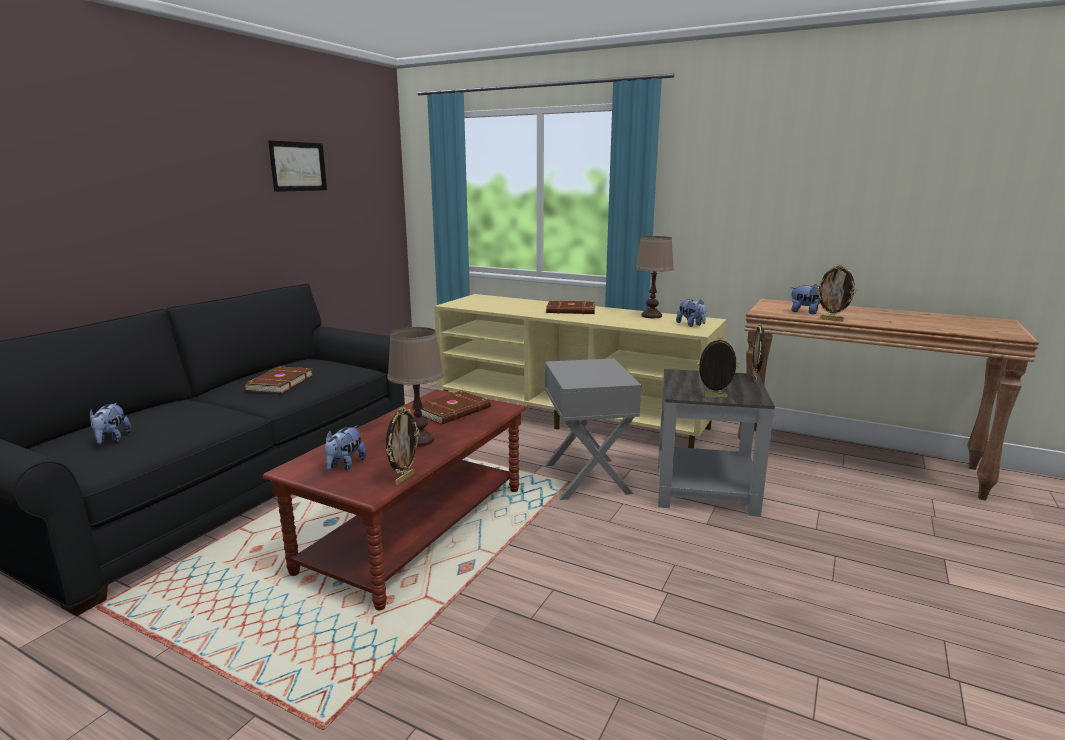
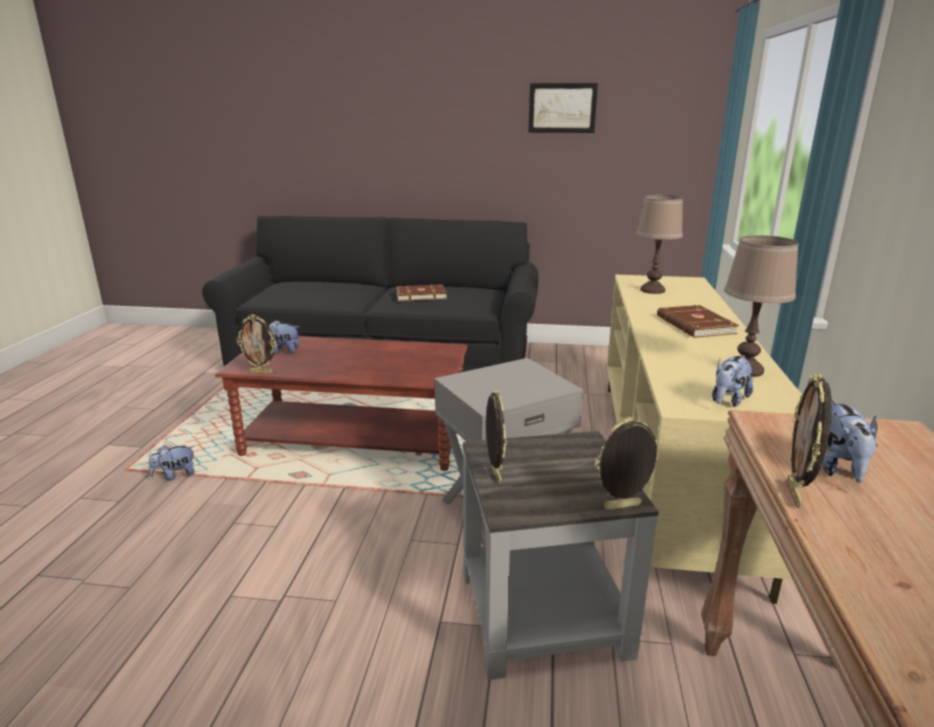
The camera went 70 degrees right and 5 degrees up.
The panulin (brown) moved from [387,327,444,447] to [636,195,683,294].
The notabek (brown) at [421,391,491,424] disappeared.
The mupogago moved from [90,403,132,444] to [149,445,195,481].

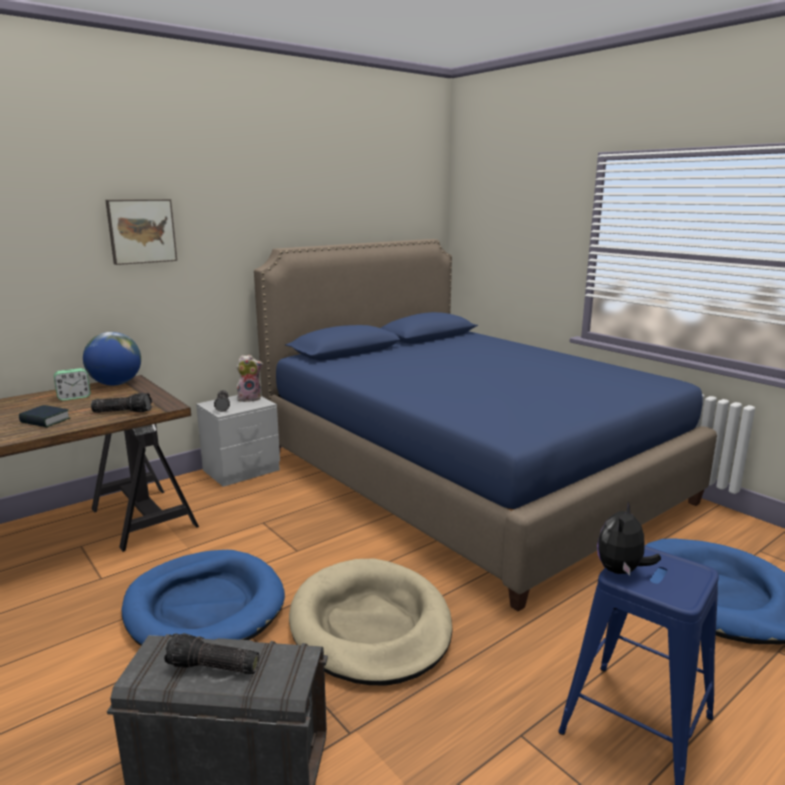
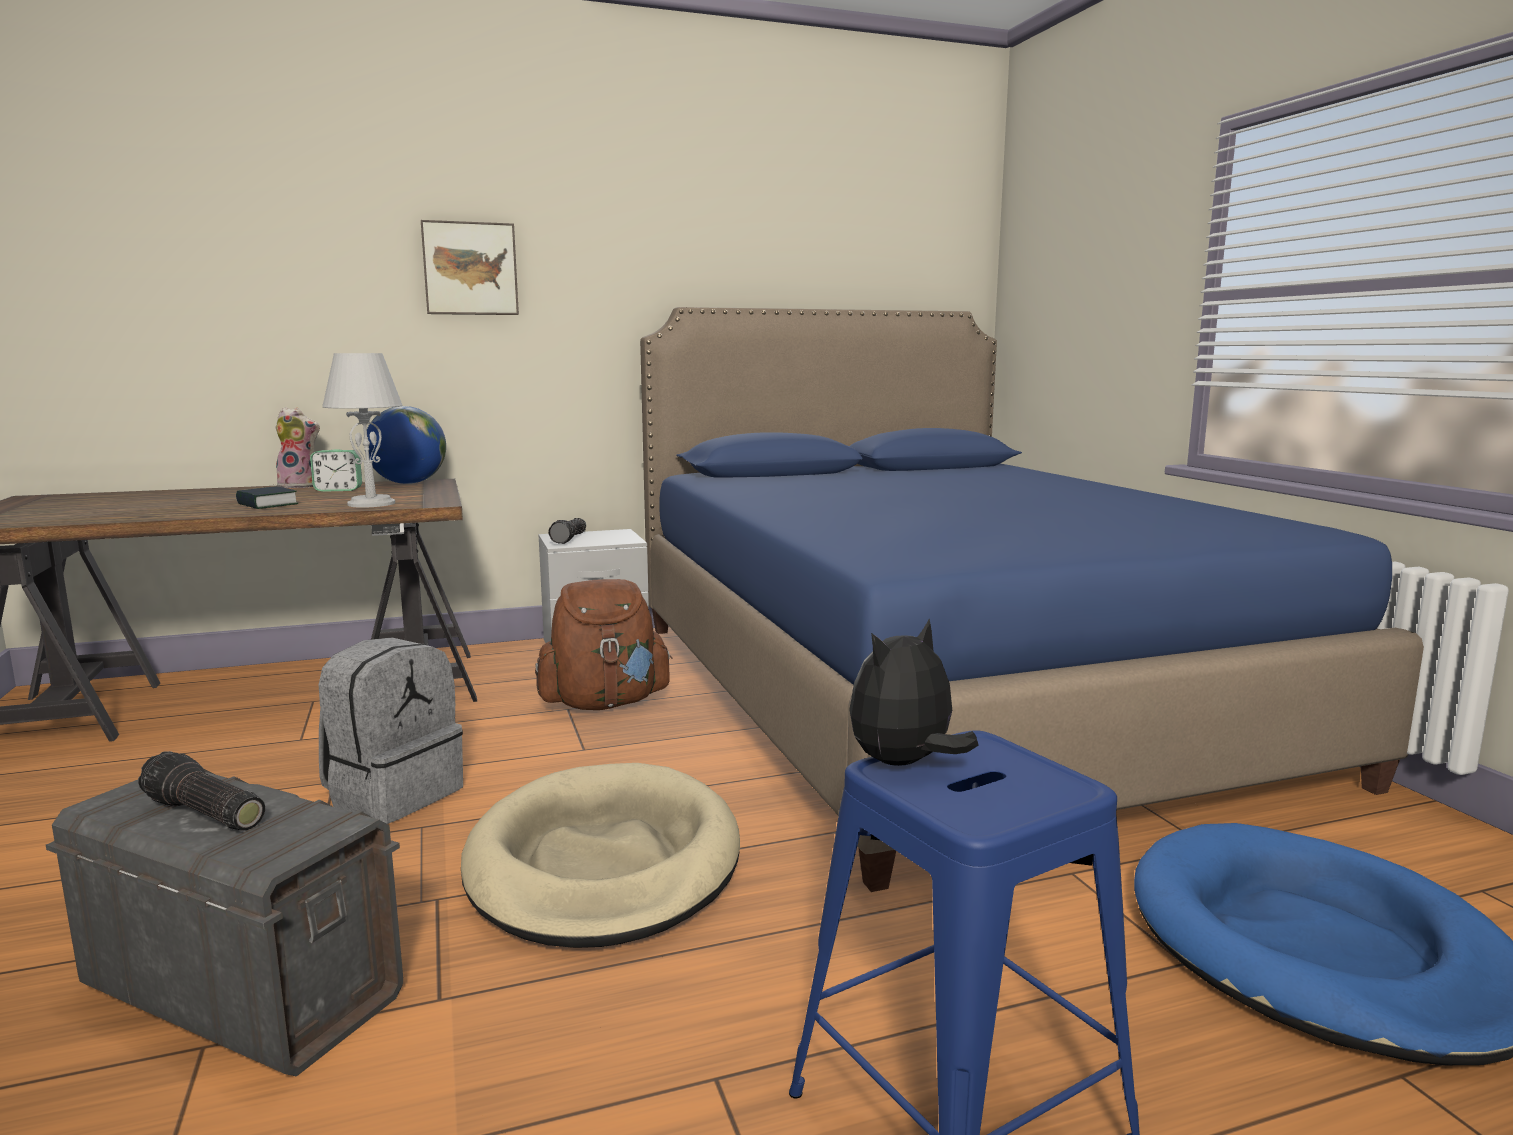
The camera went 20 degrees right and 5 degrees down.
The mupogago moved from [236,355,263,402] to [273,407,320,488].
The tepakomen at [91,393,152,413] was replaced by the panulin (grey) at [322,353,402,508].
The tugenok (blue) at [122,550,285,646] was replaced by the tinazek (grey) at [319,638,463,824].
The tinazek (brown) at [535,579,673,710] appeared.

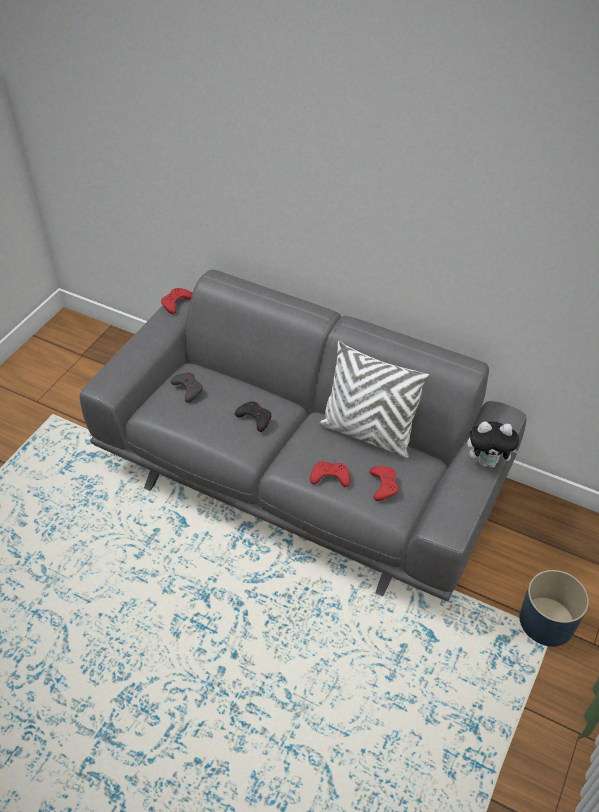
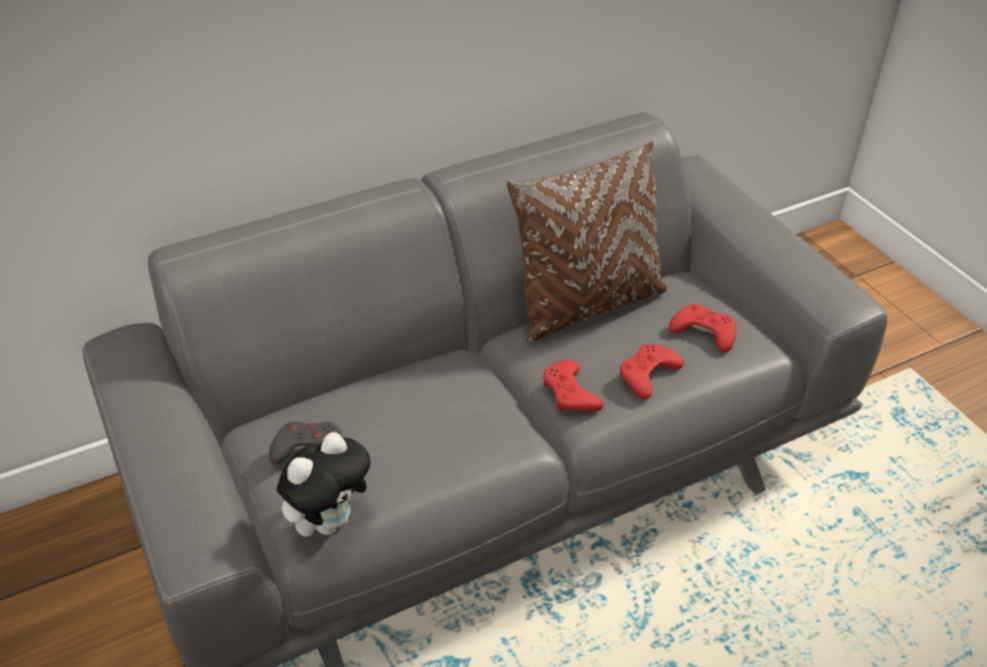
The camera went 55 degrees left and 5 degrees down.
The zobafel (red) moved from [161,288,192,314] to [543,360,603,412].
The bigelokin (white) at [319,341,430,458] became the bigelokin (brown) at [507,142,667,342].
The zobafel (black) at [235,401,271,432] disappeared.
The mupogago moved from [467,421,522,468] to [276,432,371,537].
The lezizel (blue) at [519,570,589,647] disappeared.

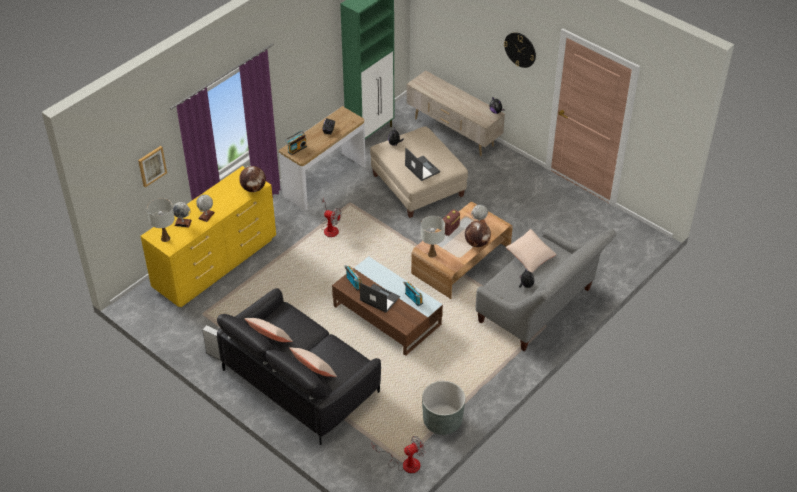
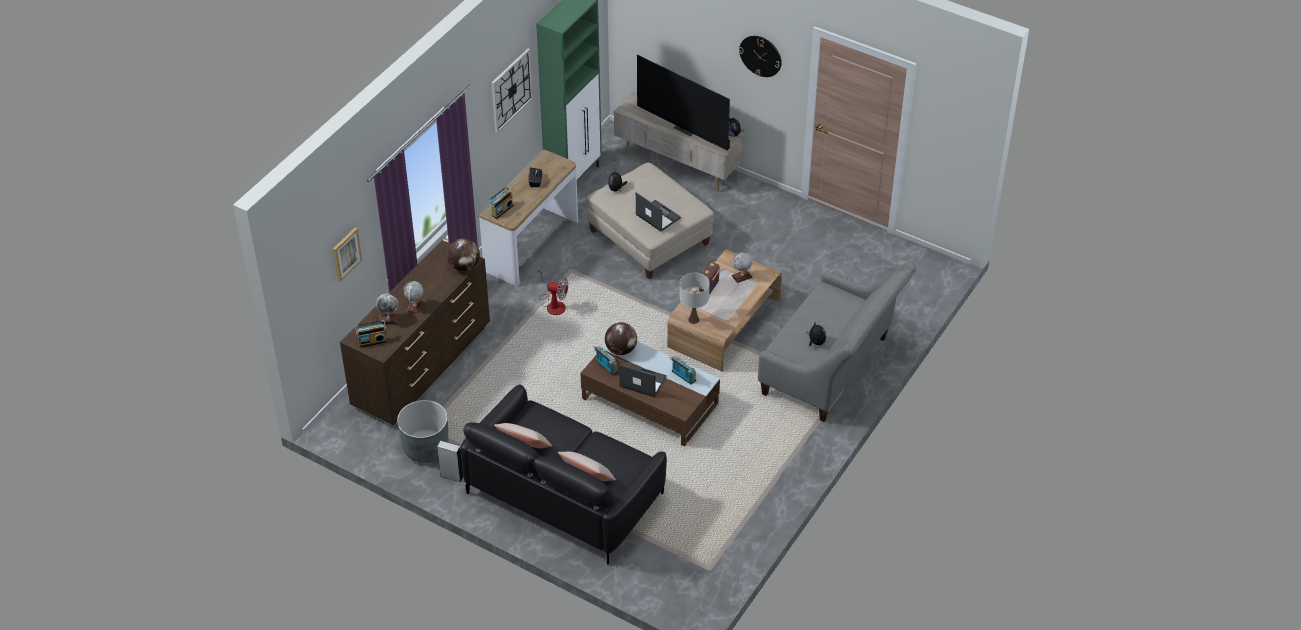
The camera went 10 degrees left and 0 degrees up.
The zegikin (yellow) at [141,166,276,307] became the zegikin (brown) at [340,240,490,425].
The panulin (white) at [147,198,175,242] was replaced by the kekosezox at [355,320,387,347].
The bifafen moved from [465,221,491,247] to [605,322,637,355].
The bigelokin (beige) at [506,229,557,273] disappeared.
The lezizel (grey) moved from [422,381,465,435] to [397,400,449,463].
The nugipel at [372,436,425,473] disappeared.
The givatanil at [491,48,533,133] appeared.
The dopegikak at [637,55,730,151] appeared.

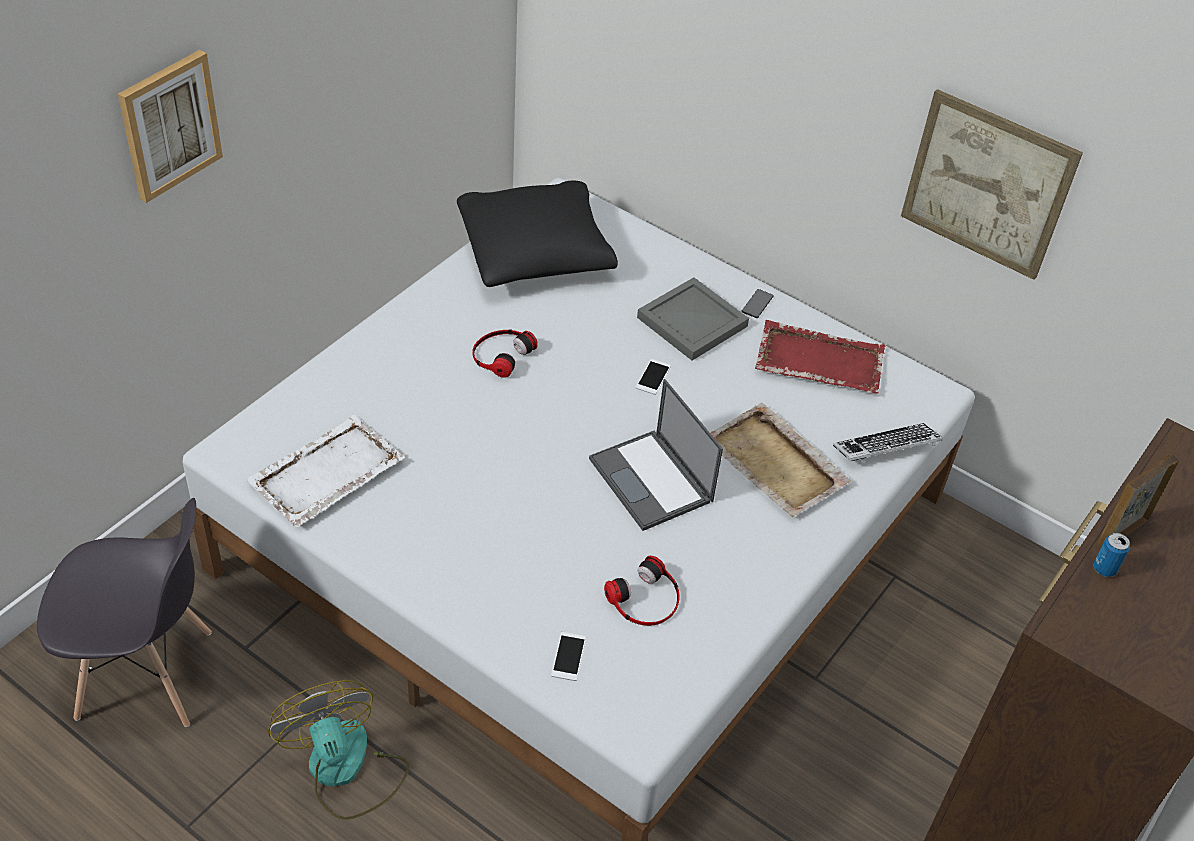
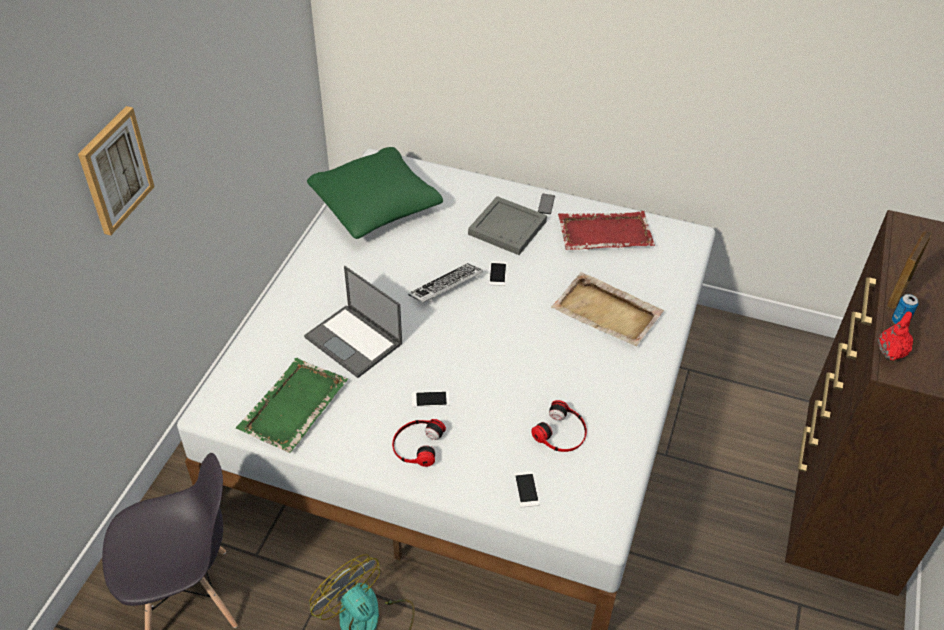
The camera went 15 degrees left and 0 degrees up.
The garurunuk at [901,89,1083,280] disappeared.
The bigelokin (black) at [457,181,618,287] became the bigelokin (green) at [307,147,443,239].
The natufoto moved from [472,329,538,378] to [392,419,446,467].
The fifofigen moved from [589,379,723,531] to [304,266,402,378].
The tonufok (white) at [246,415,405,527] became the tonufok (green) at [236,358,348,453].
The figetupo moved from [833,423,943,463] to [408,263,483,303].
The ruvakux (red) at [878,311,913,360] appeared.
The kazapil at [412,391,450,407] appeared.

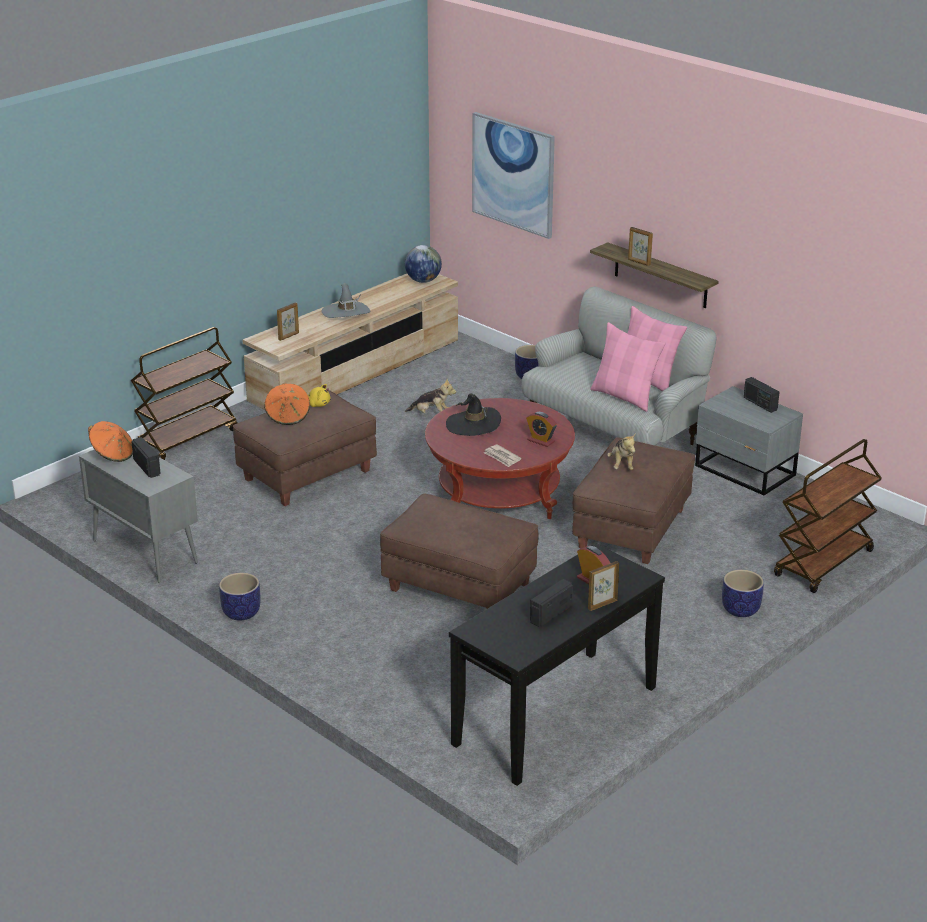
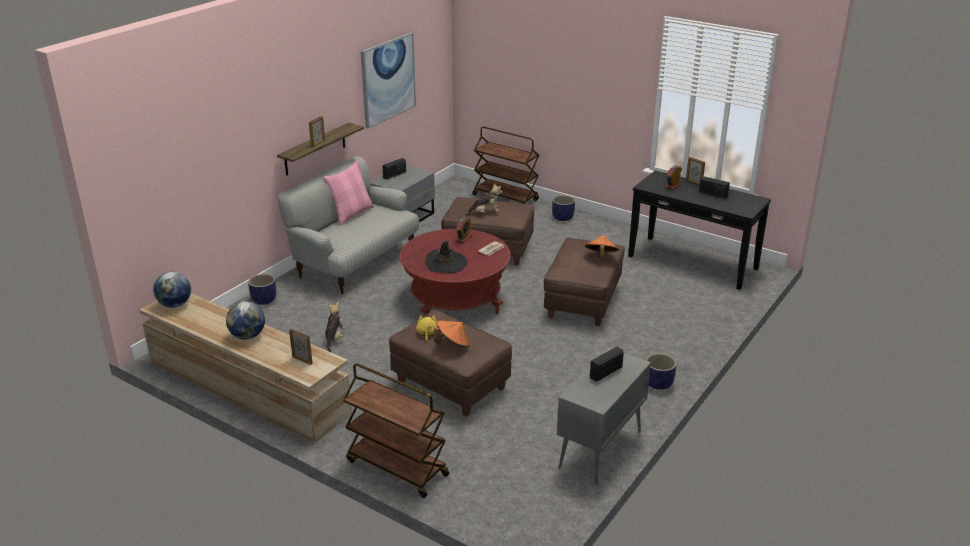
The camera went 100 degrees left and 0 degrees up.
The garurunuk moved from [472,112,555,239] to [361,33,416,128].
The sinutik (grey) at [321,283,370,318] was replaced by the bifafen at [226,301,265,340].
The bigelokin (pink) at [590,322,666,412] disappeared.
The sinutik (orange) moved from [88,421,133,462] to [585,235,619,260].

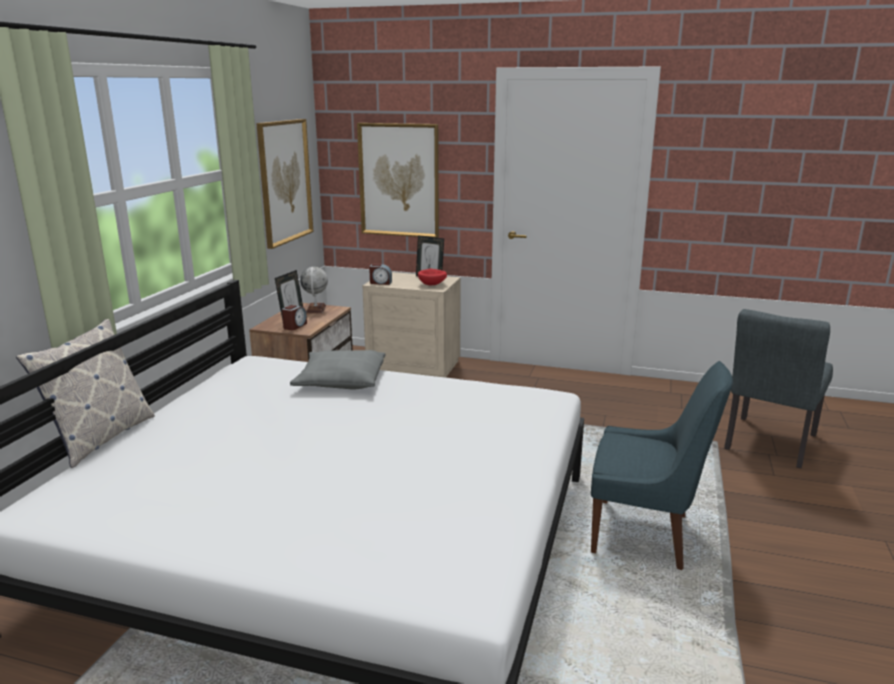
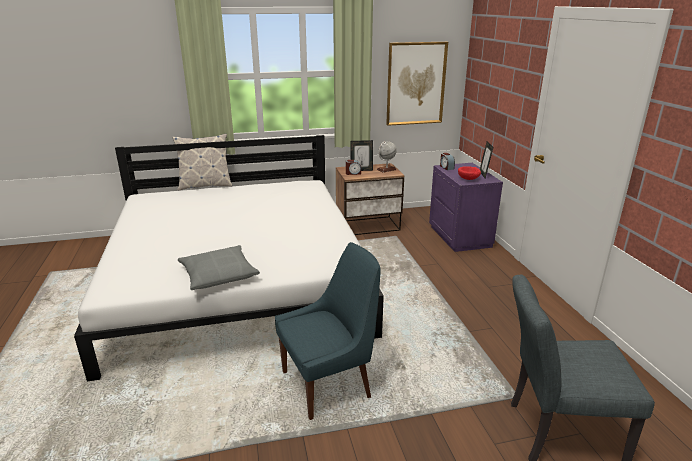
The camera went 60 degrees right and 5 degrees up.
The garurunuk at [357,123,439,238] disappeared.
The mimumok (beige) at [362,272,461,378] became the mimumok (purple) at [429,163,503,252].
The bigelokin (grey) moved from [290,350,385,389] to [178,245,260,290].
The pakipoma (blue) at [591,361,733,570] turned 105 degrees counterclockwise.

